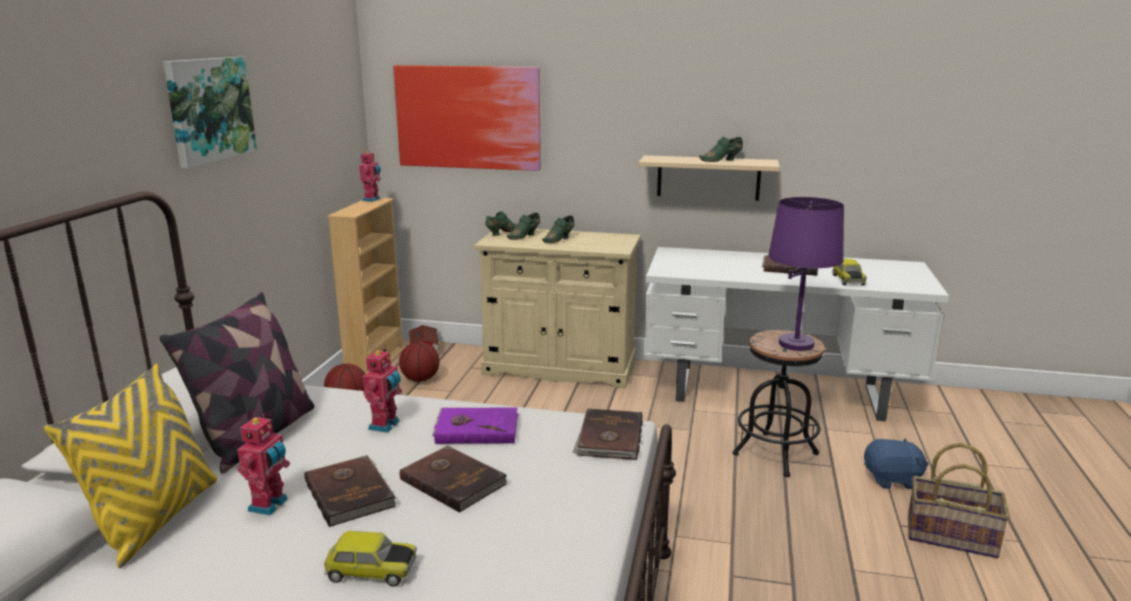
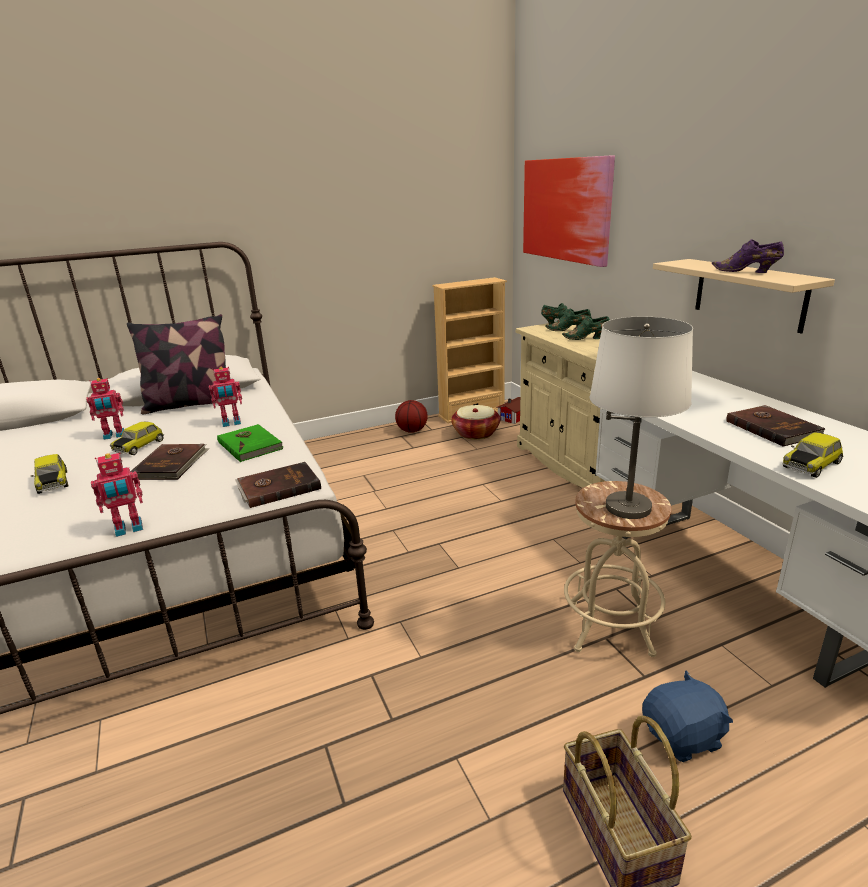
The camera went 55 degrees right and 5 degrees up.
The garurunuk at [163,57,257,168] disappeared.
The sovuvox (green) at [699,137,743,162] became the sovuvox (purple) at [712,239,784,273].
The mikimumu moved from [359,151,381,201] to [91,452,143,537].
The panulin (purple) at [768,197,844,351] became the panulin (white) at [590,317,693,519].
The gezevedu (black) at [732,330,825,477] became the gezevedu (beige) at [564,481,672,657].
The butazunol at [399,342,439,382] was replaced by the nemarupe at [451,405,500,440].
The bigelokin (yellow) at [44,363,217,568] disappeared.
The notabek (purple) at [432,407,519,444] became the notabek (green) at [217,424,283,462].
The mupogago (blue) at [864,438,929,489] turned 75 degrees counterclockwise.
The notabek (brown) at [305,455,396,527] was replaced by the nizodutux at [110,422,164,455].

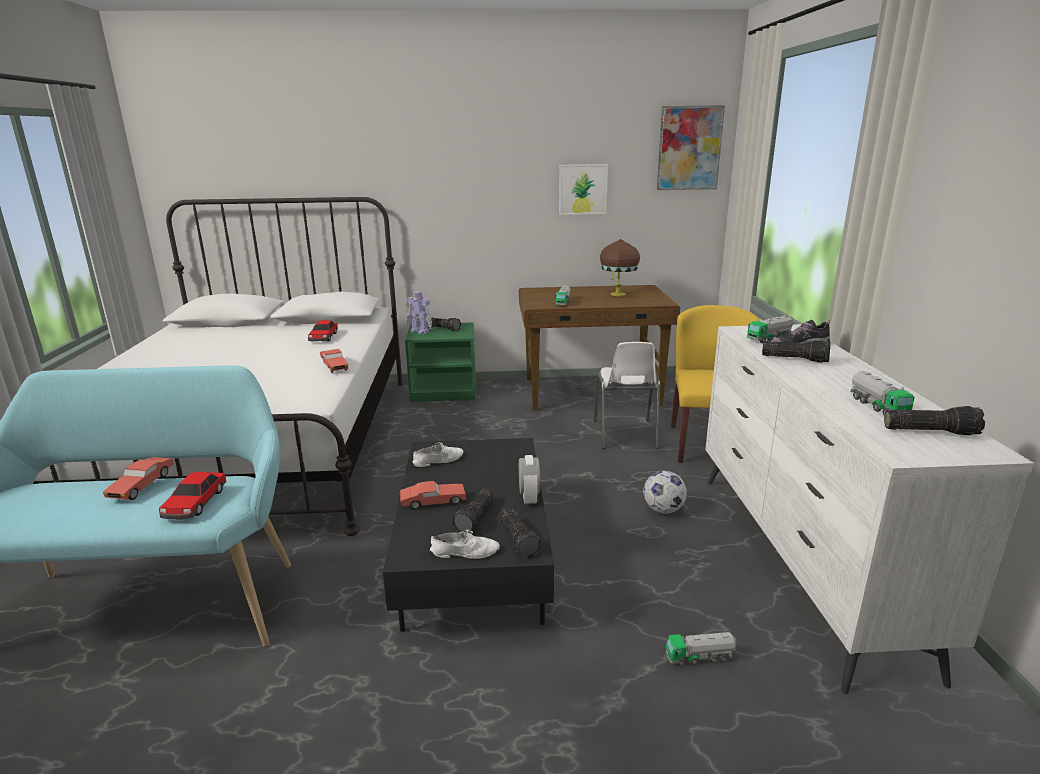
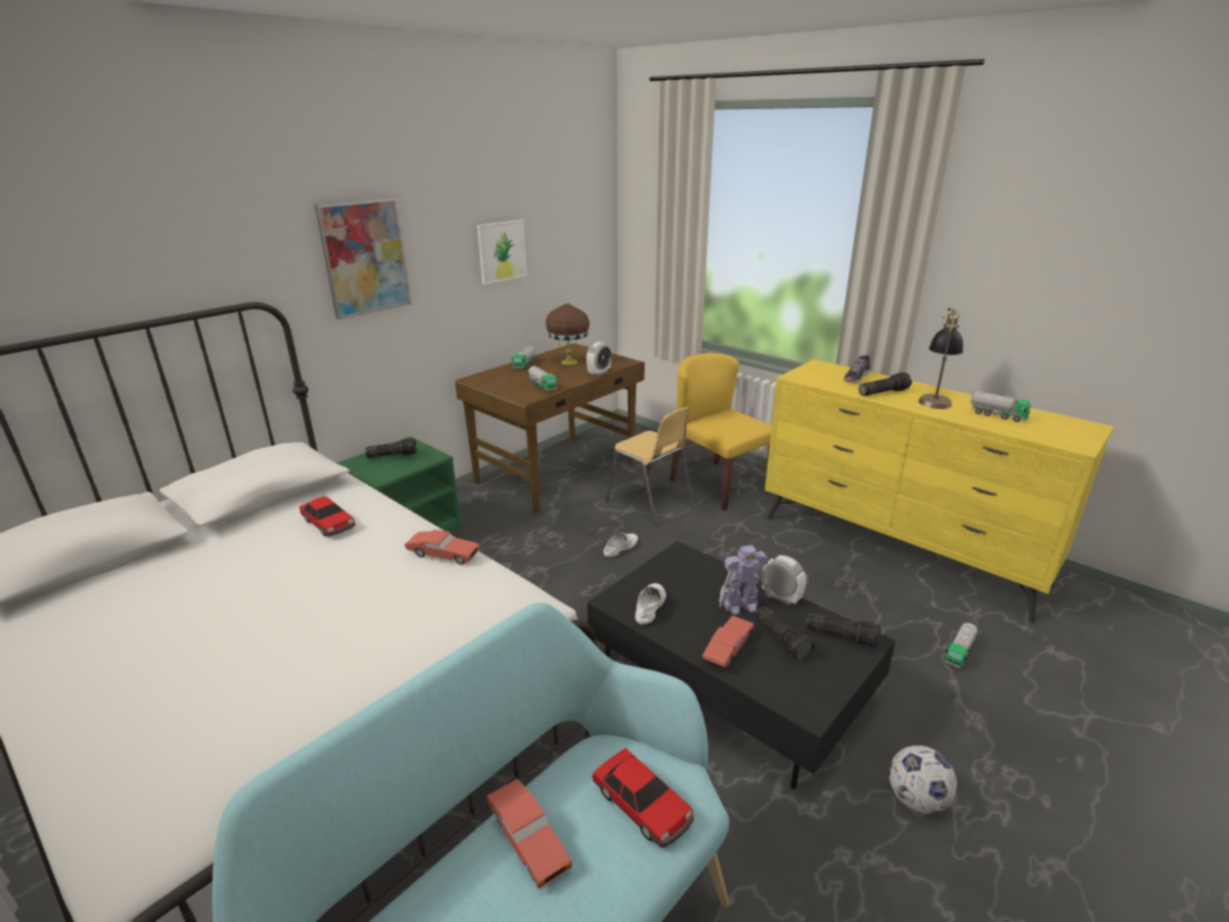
The camera went 45 degrees left and 5 degrees up.
The garurunuk moved from [657,105,725,190] to [315,197,411,320].
The mikimumu moved from [405,291,432,334] to [719,545,770,615].
The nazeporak moved from [747,315,793,343] to [512,345,536,369].
The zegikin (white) at [705,324,1034,694] became the zegikin (yellow) at [765,359,1114,623].
The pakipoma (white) at [594,342,660,449] became the pakipoma (yellow) at [606,407,693,525].
The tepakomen at [884,406,985,436] disappeared.
The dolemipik moved from [643,471,687,514] to [889,745,957,814].
The sovuvox (white) moved from [430,529,500,559] to [603,532,638,557].
The panulin at [918,307,963,409] appeared.
The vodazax at [586,342,612,376] appeared.

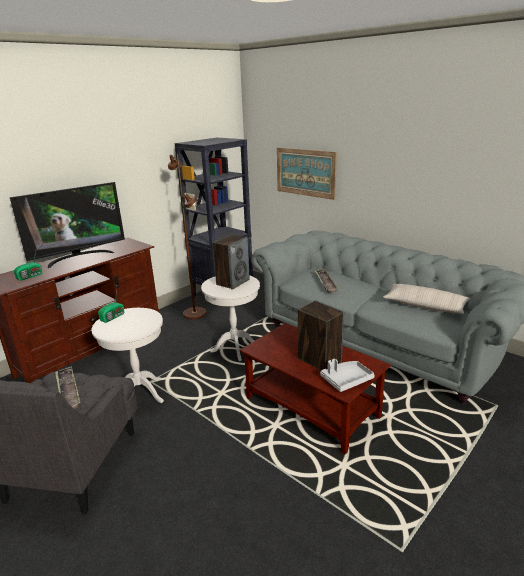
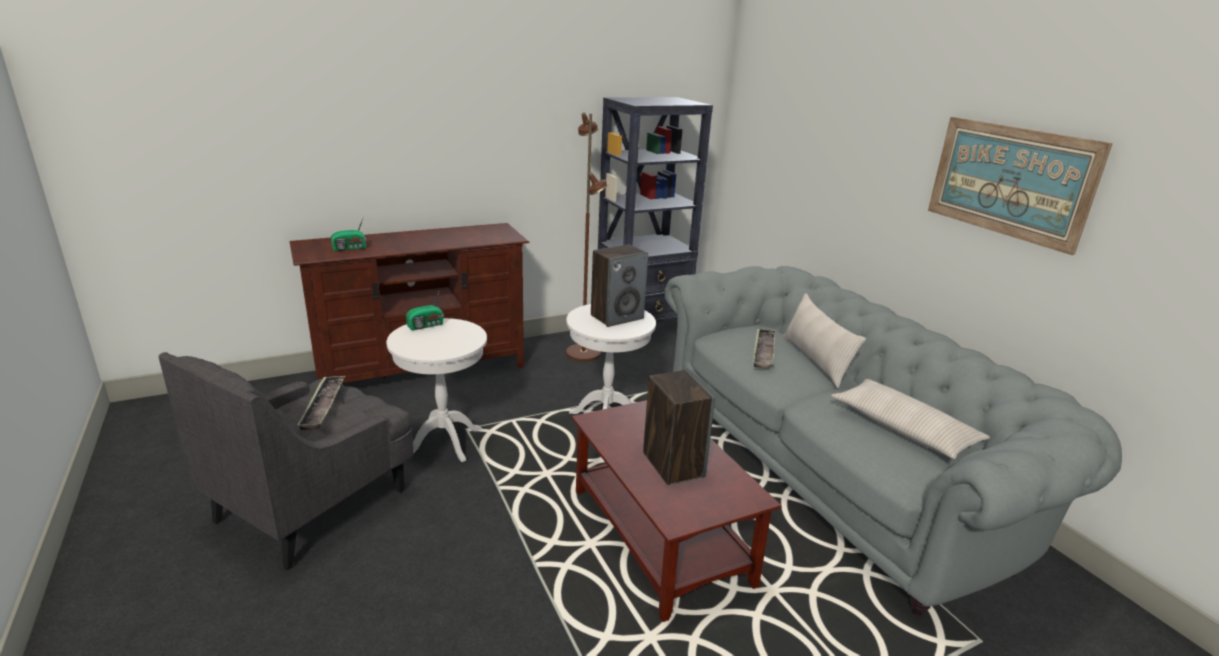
The camera went 20 degrees right and 0 degrees up.
The garurunuk moved from [277,148,337,200] to [928,117,1113,255].
The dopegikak at [10,182,125,268] disappeared.
The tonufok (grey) at [320,359,375,392] disappeared.
The bigelokin (beige) at [783,293,866,388] appeared.

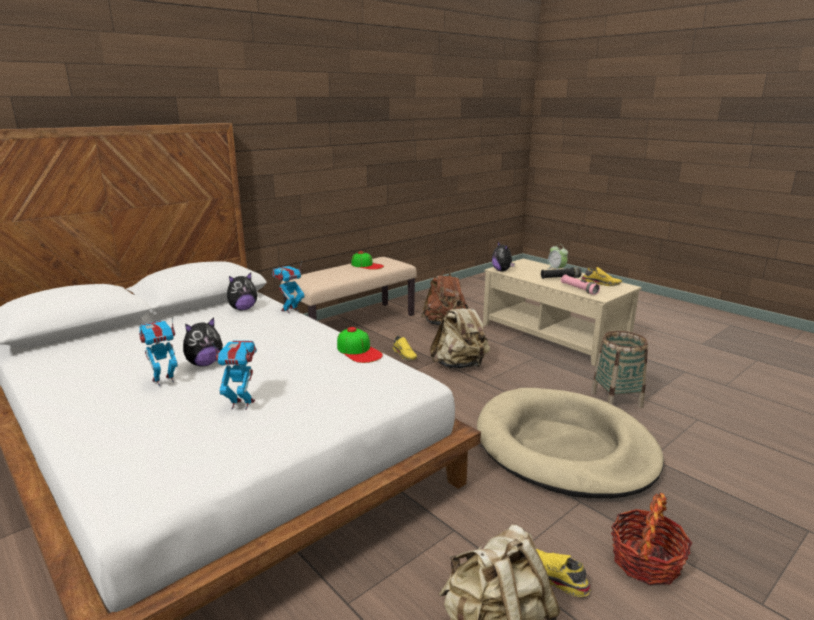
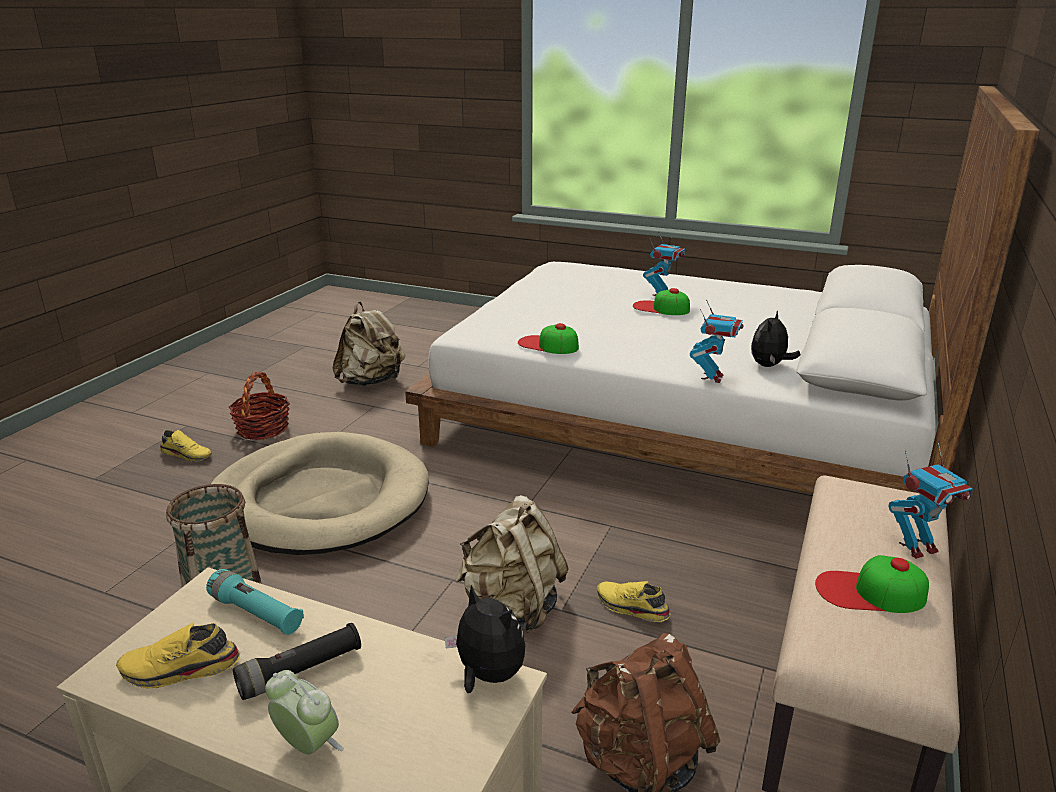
The camera went 155 degrees right and 5 degrees up.
The tepakomen (pink) at [561,274,600,295] became the tepakomen (turquoise) at [206,569,304,635].
The mupogago at [183,317,223,366] was replaced by the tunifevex at [633,288,690,315].
The mikimumu moved from [212,340,257,410] to [889,443,973,559].
The sovuvox (yellow) moved from [536,549,591,597] to [160,430,212,462].

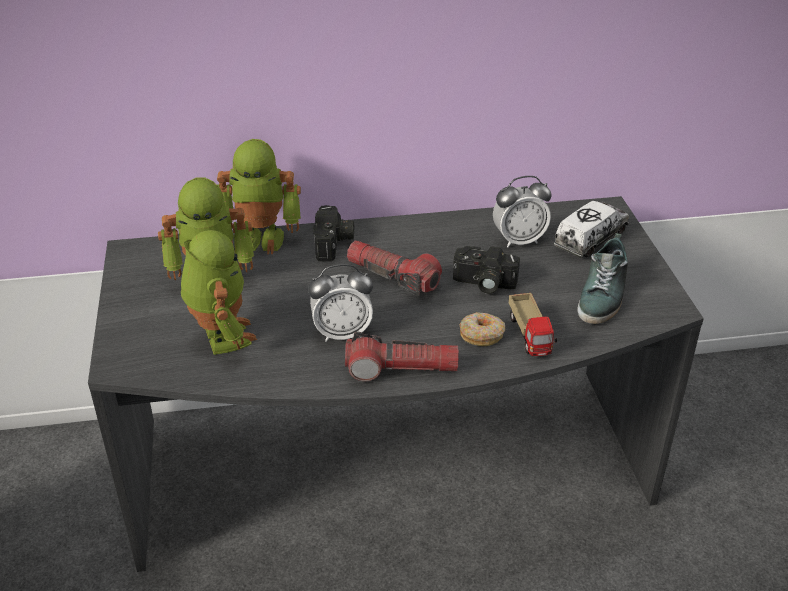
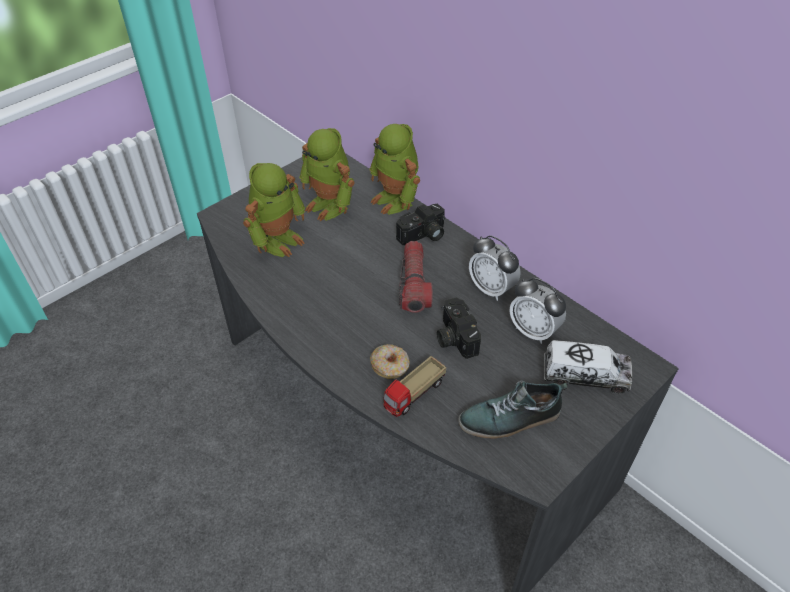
The camera went 55 degrees right and 10 degrees up.
The vodazax moved from [308,264,373,342] to [469,235,521,301].
The tepakomen at [345,332,459,381] disappeared.

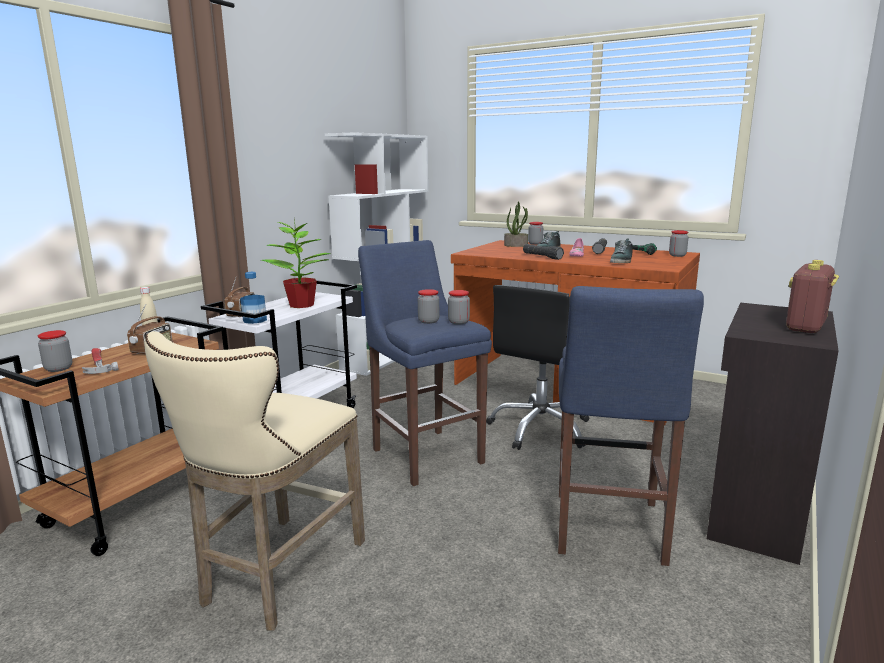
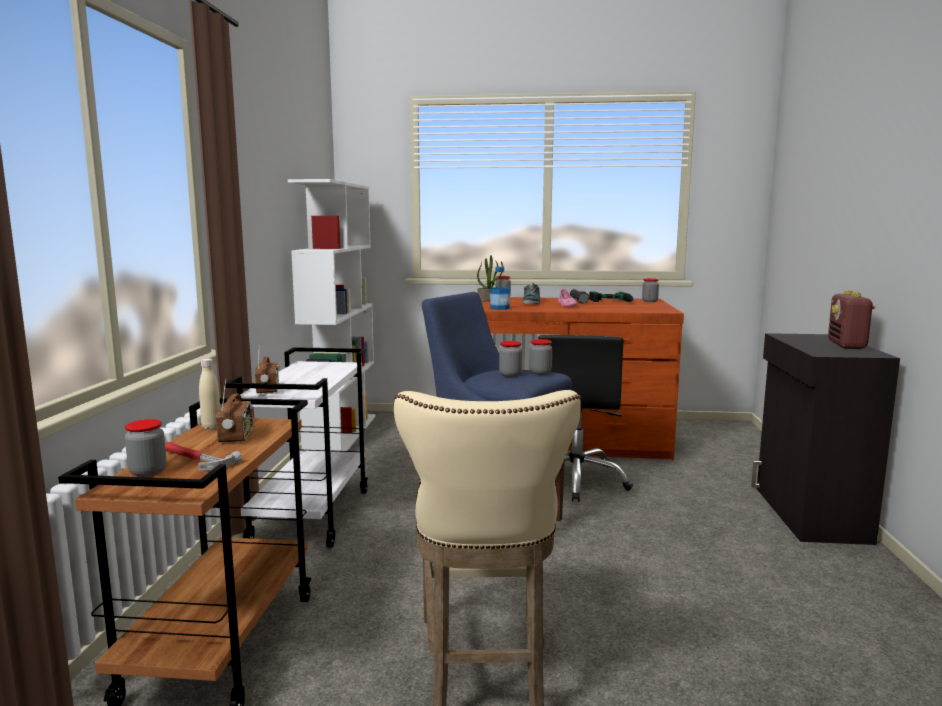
The camera went 25 degrees left and 5 degrees down.
The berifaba at [261,217,331,308] disappeared.
The sovuvox at [610,238,633,263] disappeared.
The tepakomen (black) at [523,244,564,260] disappeared.
The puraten moved from [240,272,267,324] to [490,267,510,310].
The gezevedu (blue) at [558,286,704,566] disappeared.

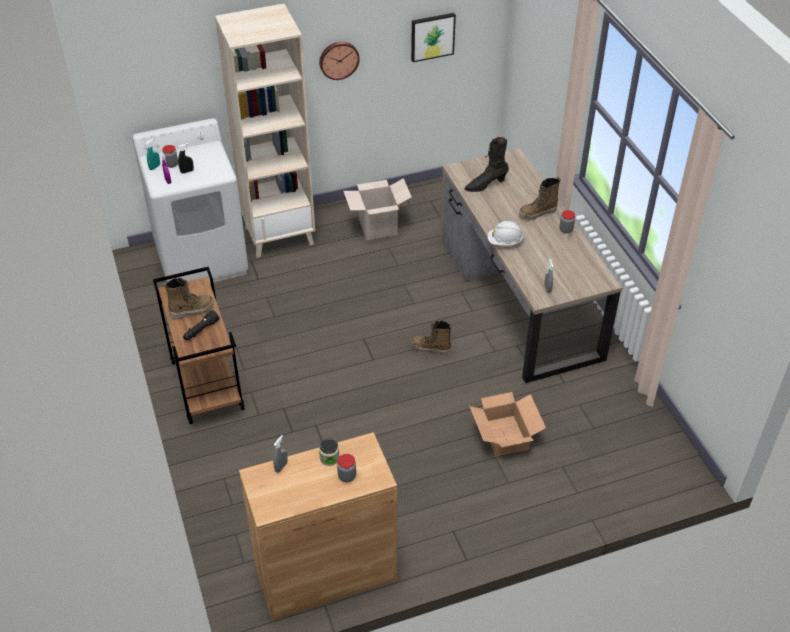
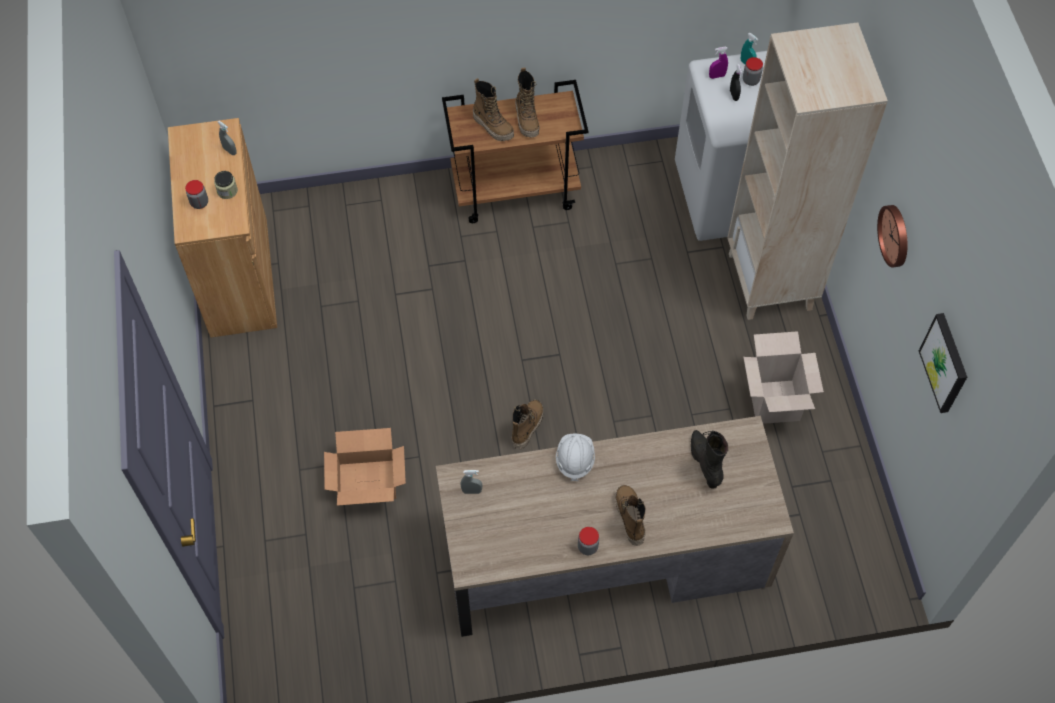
The camera went 100 degrees right and 15 degrees up.
The tepakomen (black) at [183,310,220,340] was replaced by the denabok at [473,78,514,141].

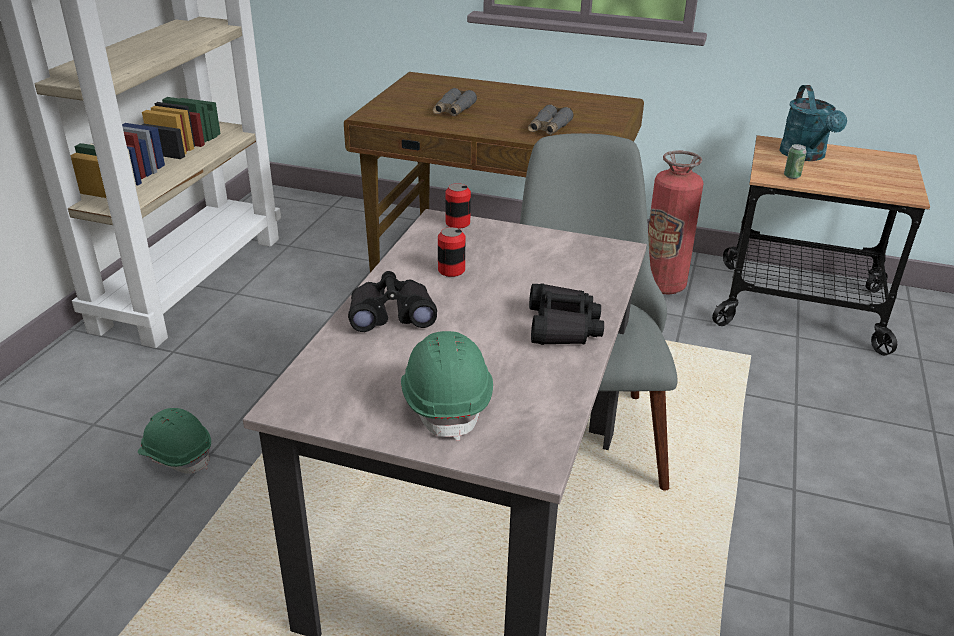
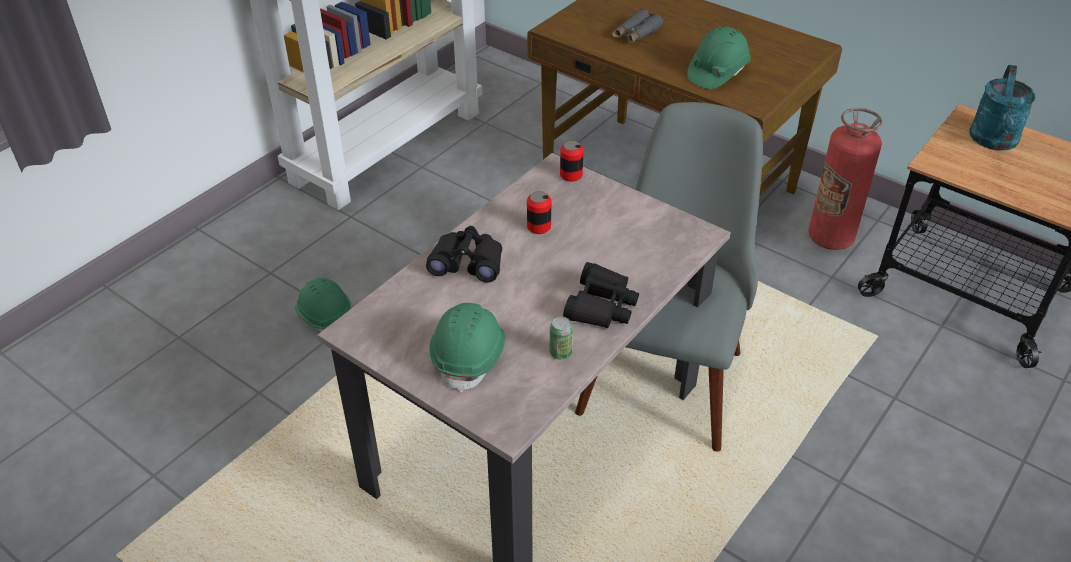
The camera went 20 degrees right and 10 degrees up.
The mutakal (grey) at [528,104,574,135] was replaced by the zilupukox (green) at [687,27,751,89].
The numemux moved from [784,144,807,179] to [550,316,573,360].

